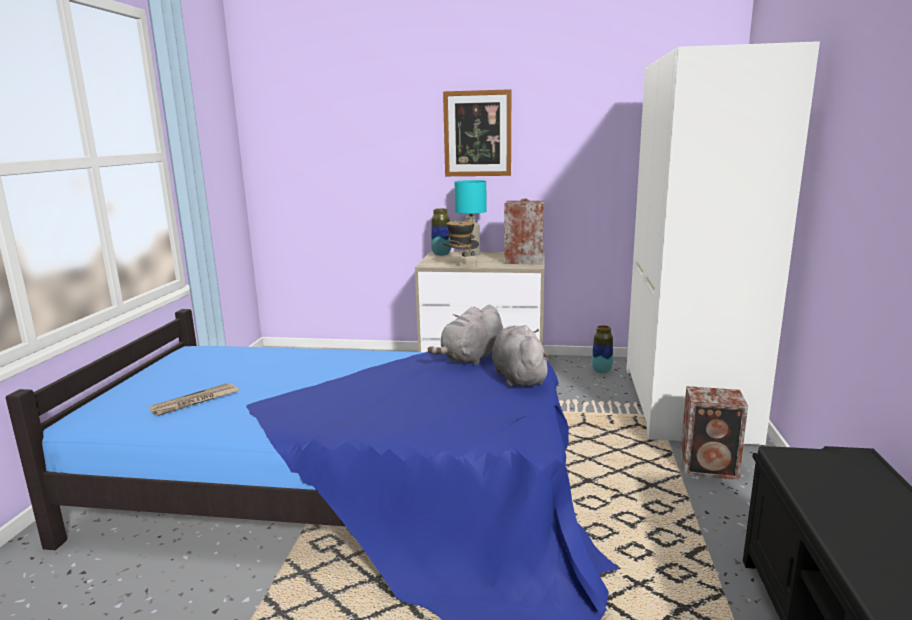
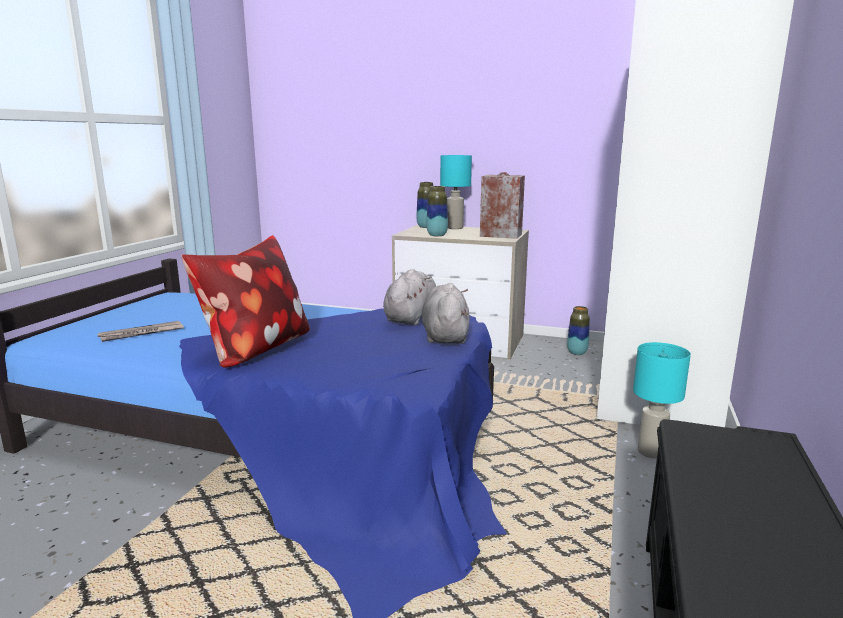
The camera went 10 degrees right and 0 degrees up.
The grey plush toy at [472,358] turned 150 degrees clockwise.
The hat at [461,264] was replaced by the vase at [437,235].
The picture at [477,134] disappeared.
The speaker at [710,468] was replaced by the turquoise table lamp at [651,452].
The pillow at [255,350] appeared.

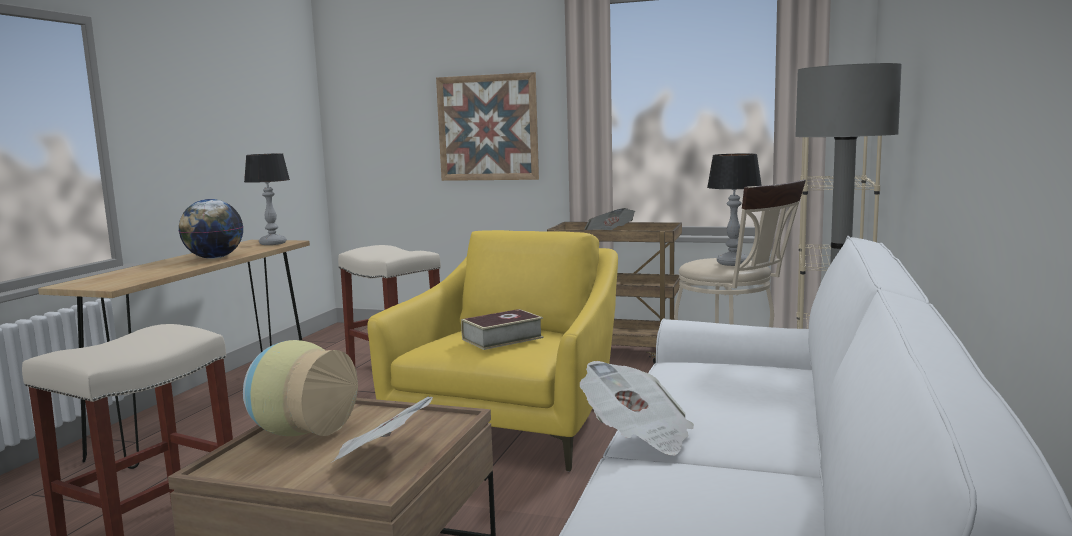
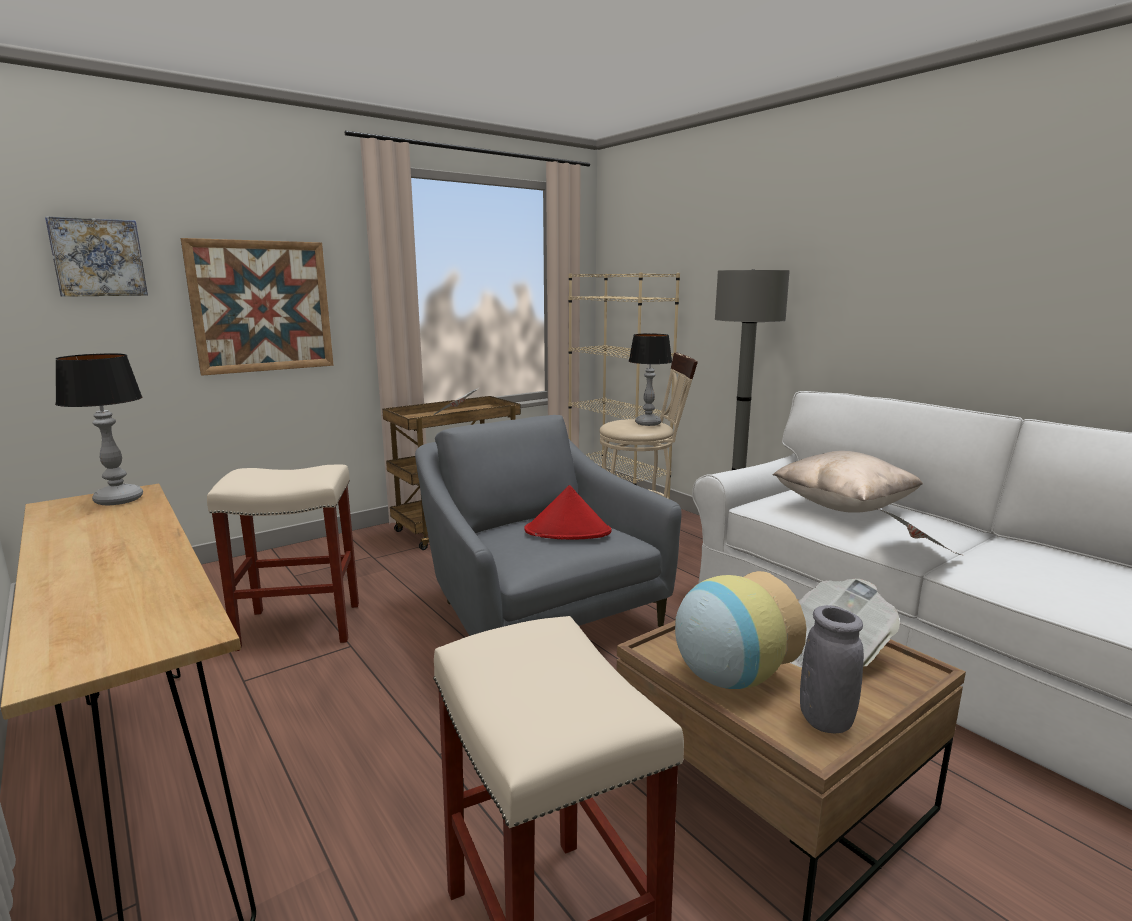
The camera went 55 degrees left and 5 degrees up.
The globe at [214,258] disappeared.
The yellow armchair at [514,423] became the grey armchair at [536,615].
The book at [502,338] was replaced by the red hat at [568,531].
The picture at [98,258] appeared.
The beige pillow at [843,506] appeared.
The grey vase at [825,720] appeared.

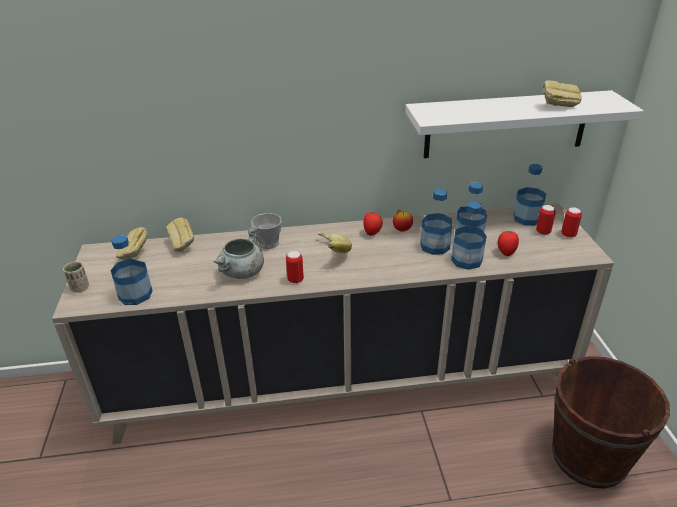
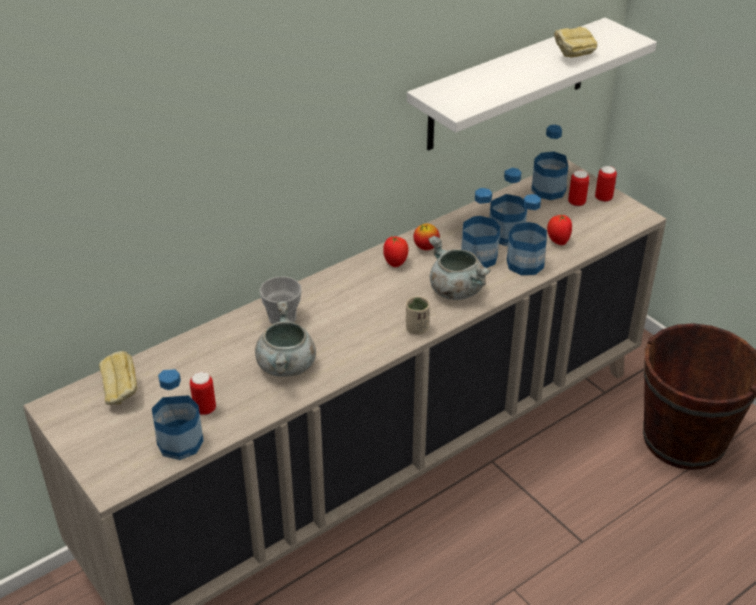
The camera went 30 degrees left and 5 degrees up.
The beige cup moved from [80,288] to [417,329].
The bread at [182,245] disappeared.
The can moved from [295,280] to [205,409].
The banana at [330,253] disappeared.
The grey cooking pot at [455,290] appeared.

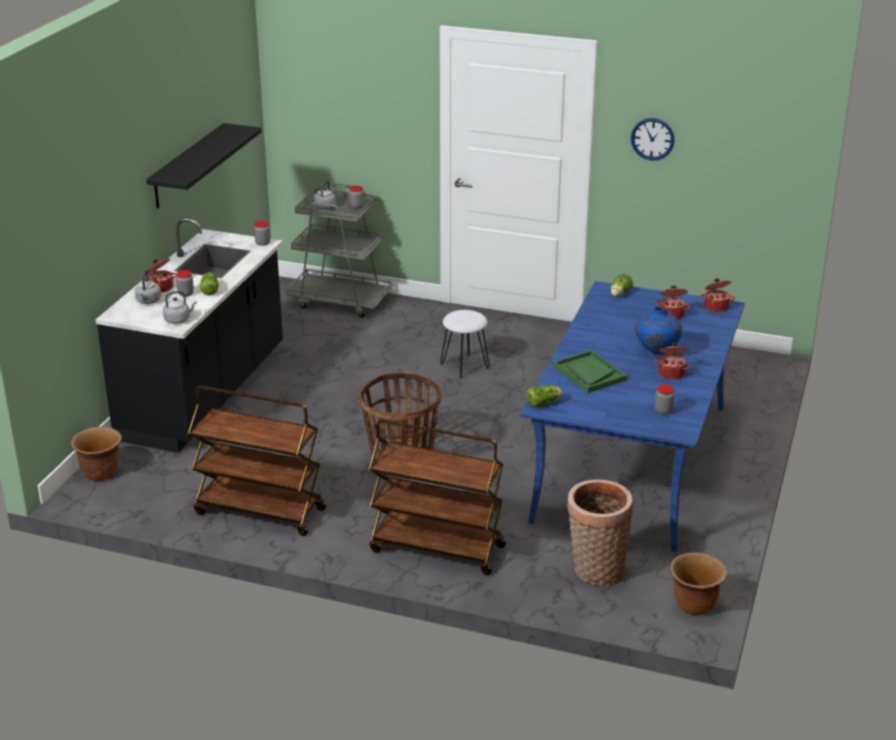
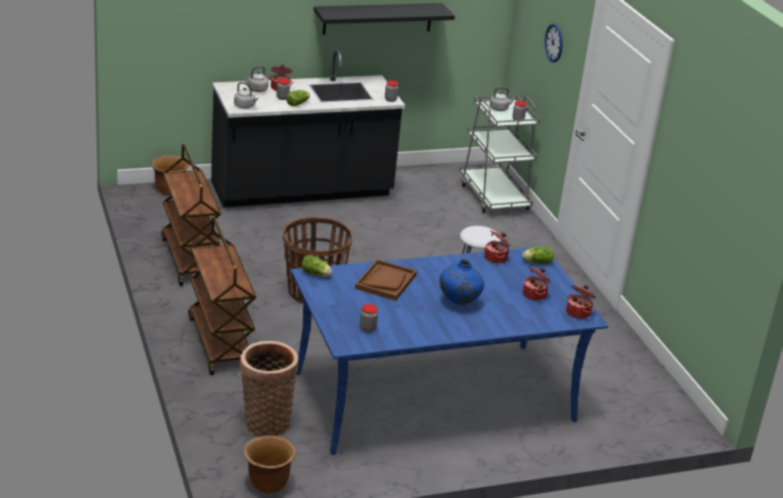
The camera went 50 degrees right and 0 degrees up.
The green tray at [589,373] became the brown tray at [385,281].
The wall clock moved from [652,139] to [554,43].
The cooking pot moved from [672,373] to [496,258].

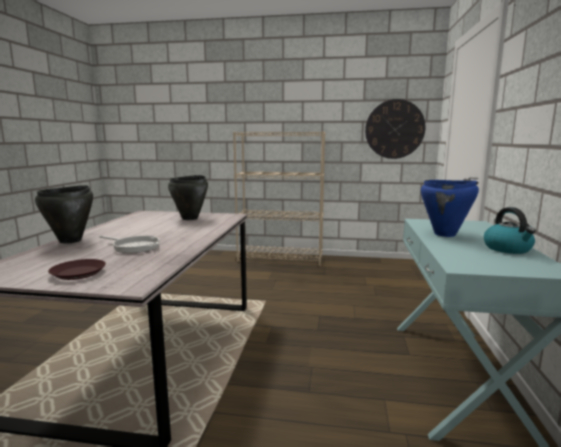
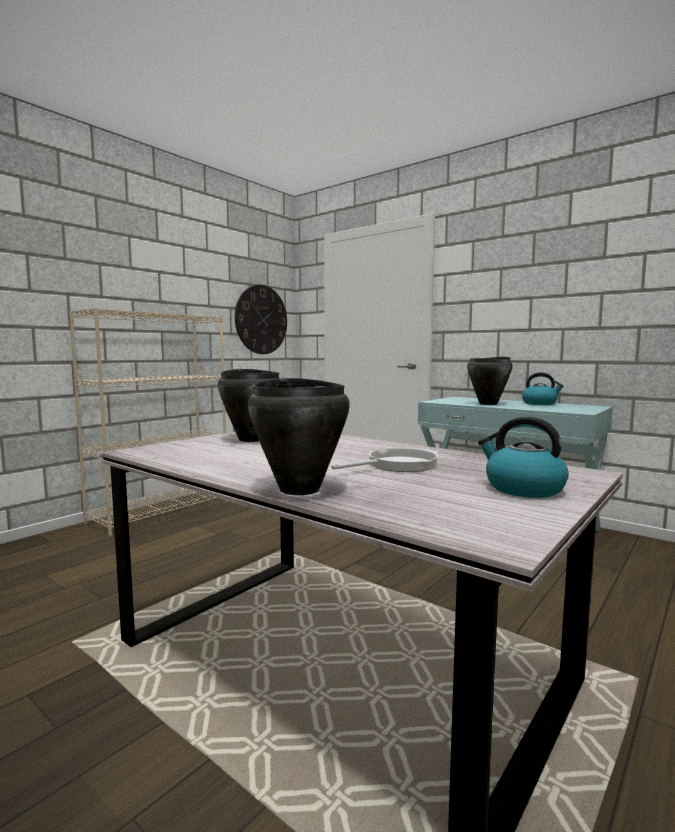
The camera went 60 degrees left and 5 degrees down.
The brown plate at [78,273] was replaced by the kettle at [523,489].
The blue cooking pot at [445,234] became the black cooking pot at [488,404].

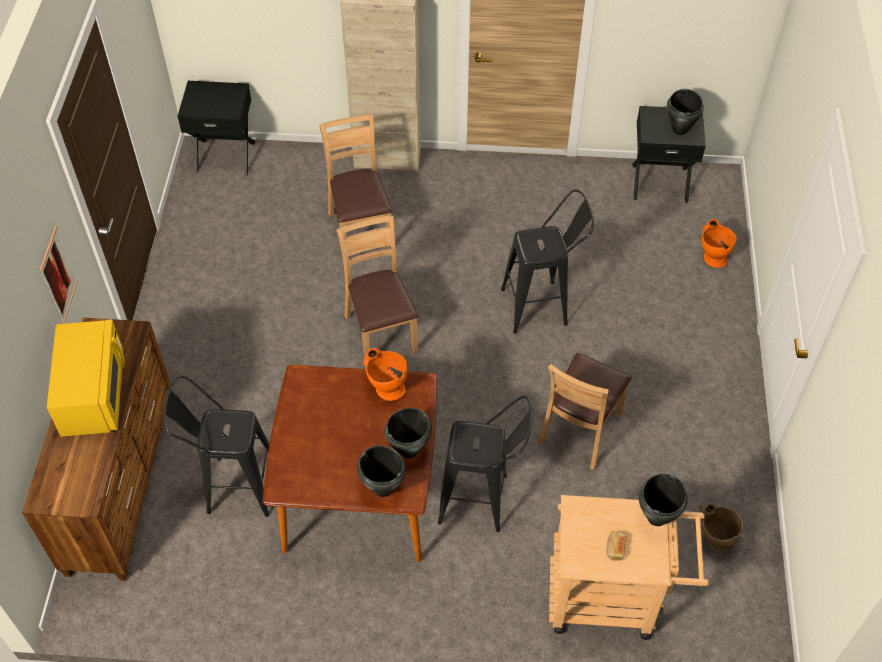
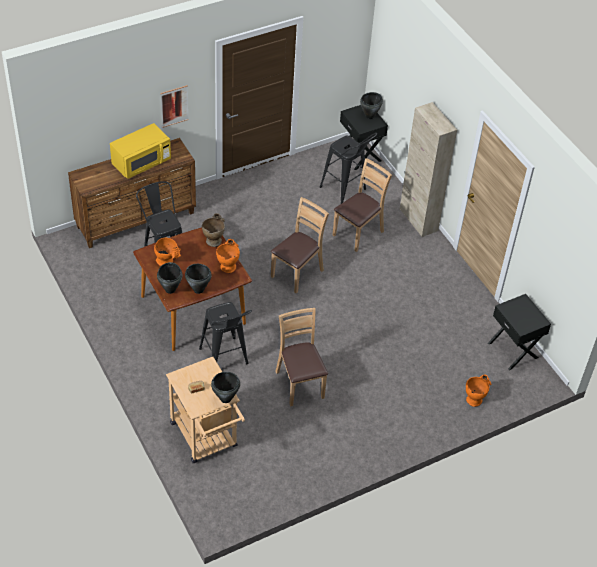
The camera went 55 degrees right and 5 degrees down.
The black stool moved from [542,306] to [346,191].
The brown chair at [580,430] turned 75 degrees clockwise.
The black cooking pot moved from [680,130] to [370,116].
The beige vase moved from [713,539] to [214,239].
The orange vase at [167,262] appeared.

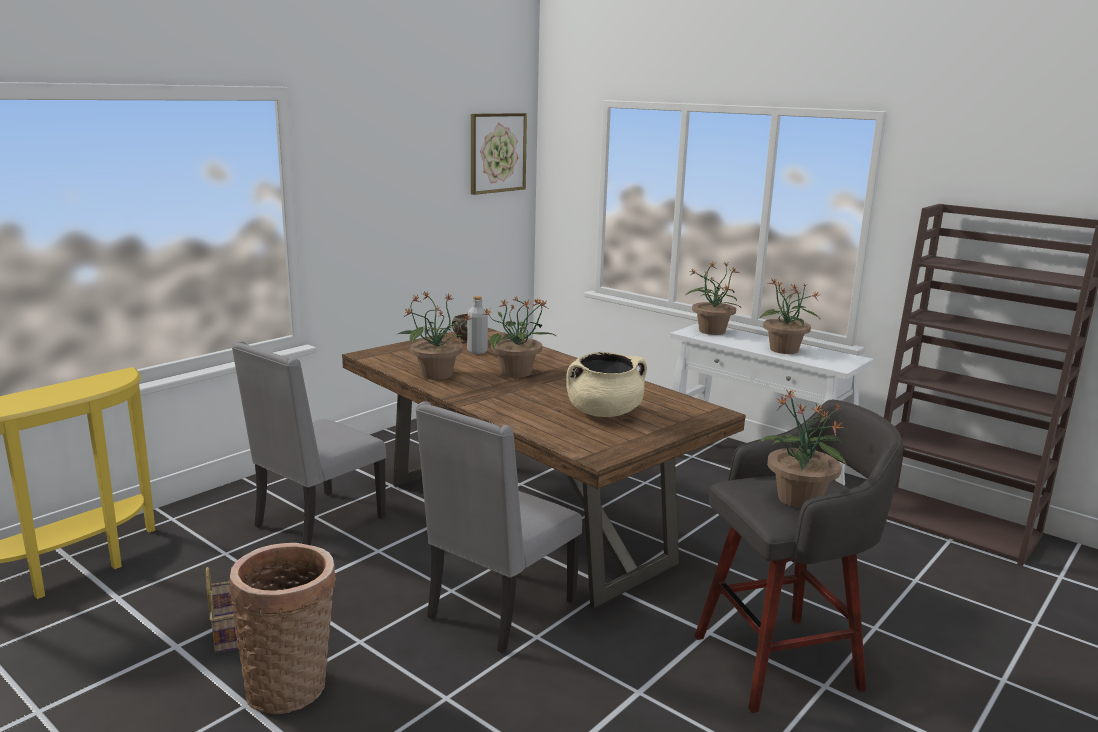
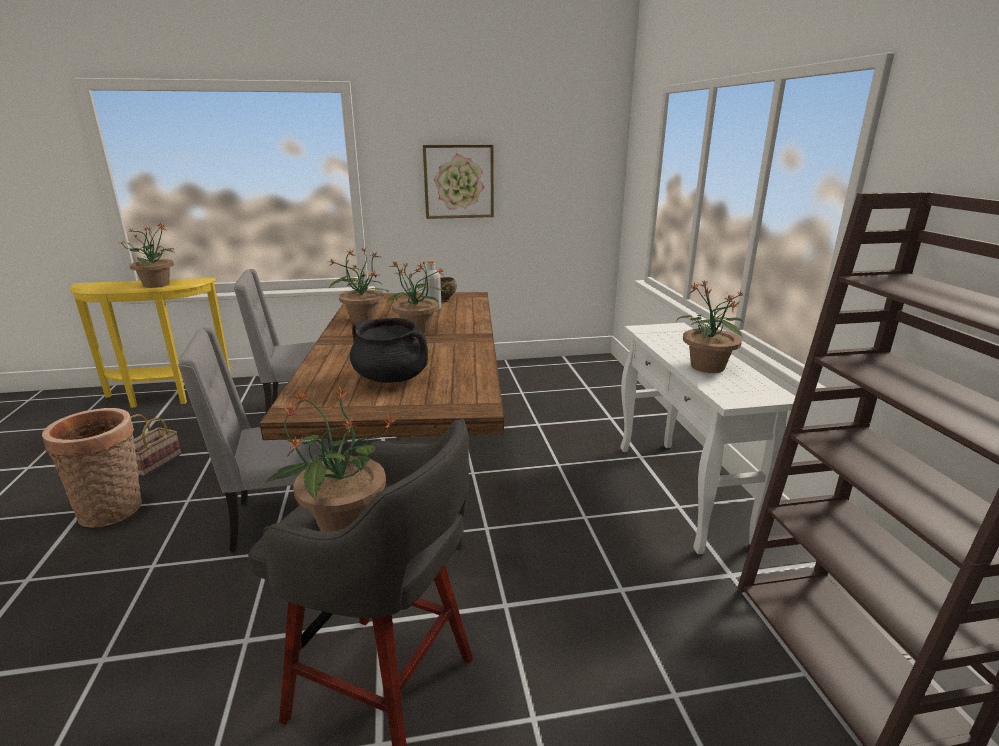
The camera went 40 degrees right and 5 degrees up.
The picture moved from [497,153] to [459,181].
The beige cooking pot at [604,413] became the black cooking pot at [392,378].
The potted plant moved from [711,331] to [157,284].

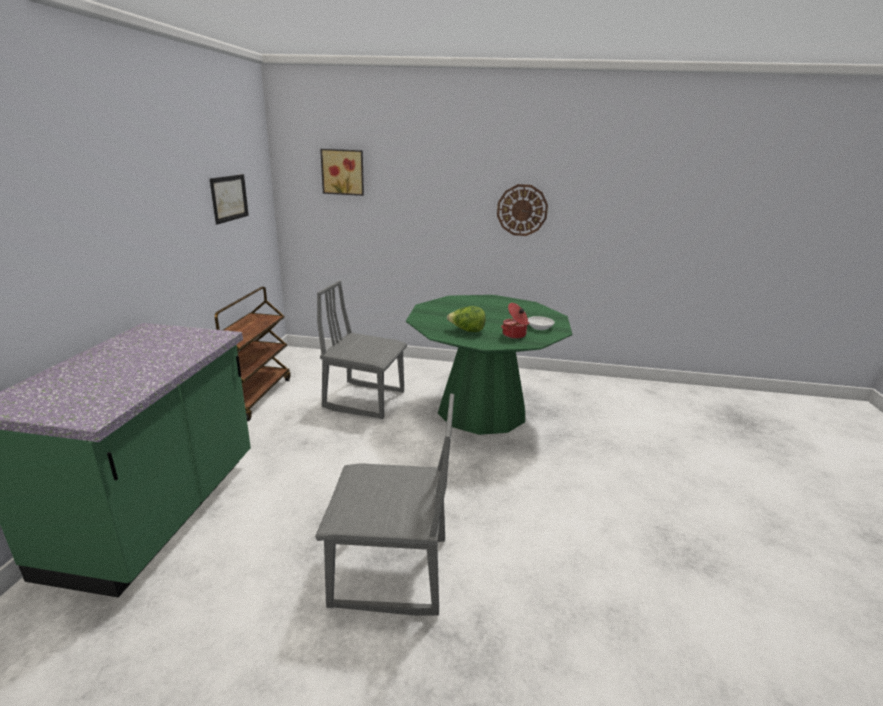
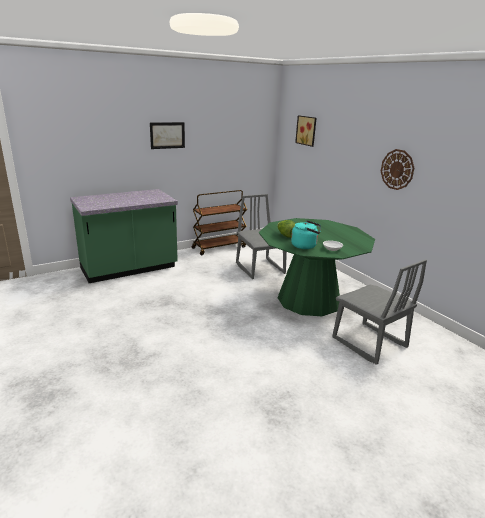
The camera went 50 degrees right and 0 degrees up.
The picture moved from [229,198] to [167,135].
The grey chair moved from [390,573] to [368,343].
The cooking pot at [514,335] was replaced by the turquoise kettle at [305,246].

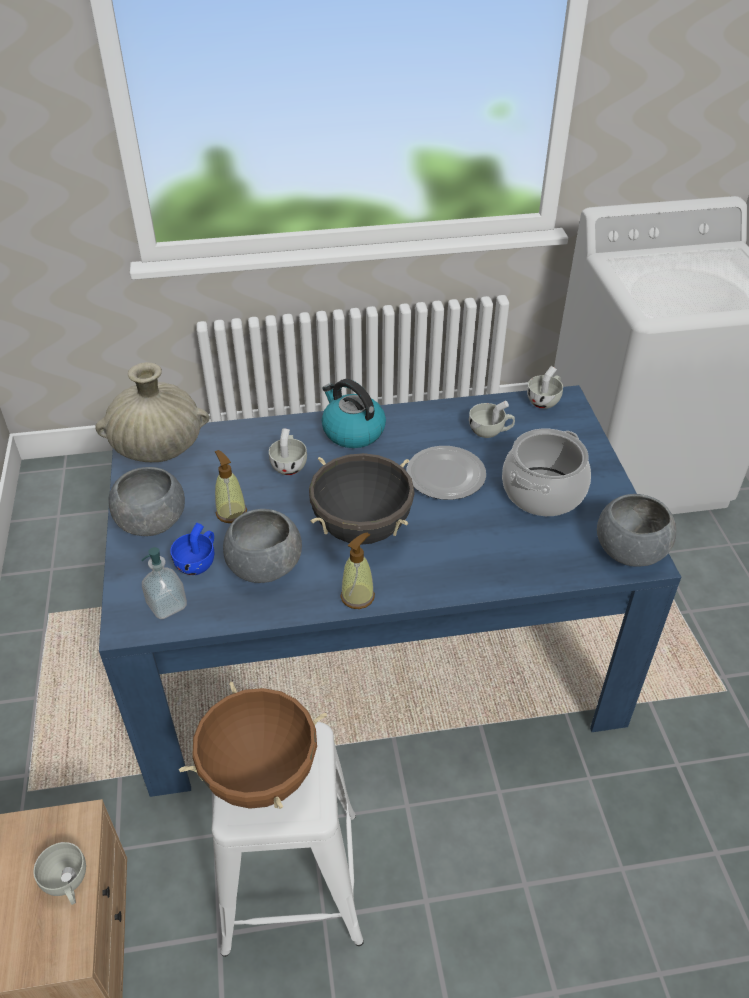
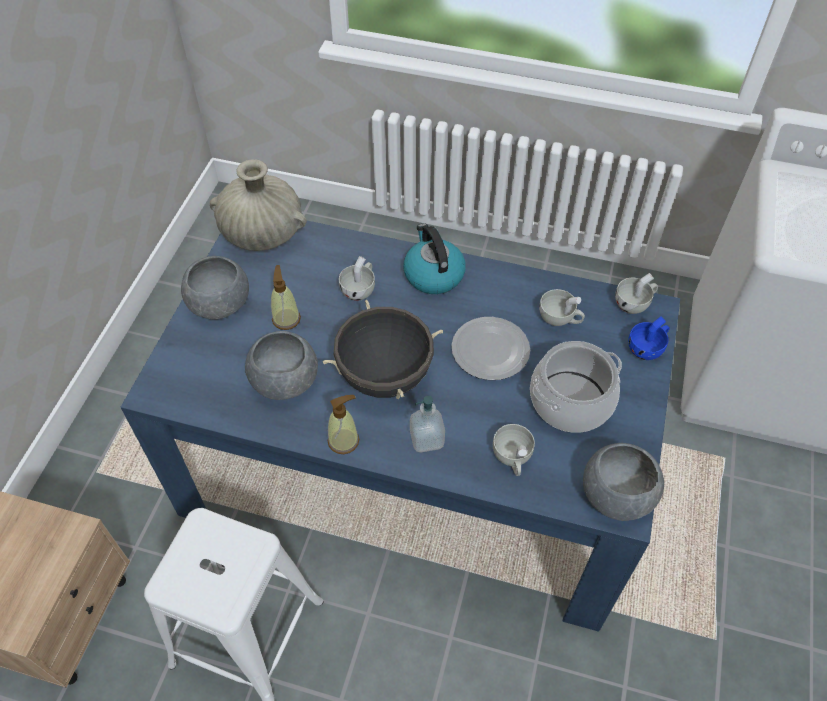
The camera went 25 degrees right and 10 degrees up.
The white cup moved from [67,883] to [512,458].
The soap dispenser moved from [167,605] to [427,439].
The blue cup moved from [198,562] to [647,348].
The brown cooking pot at [260,775] disappeared.

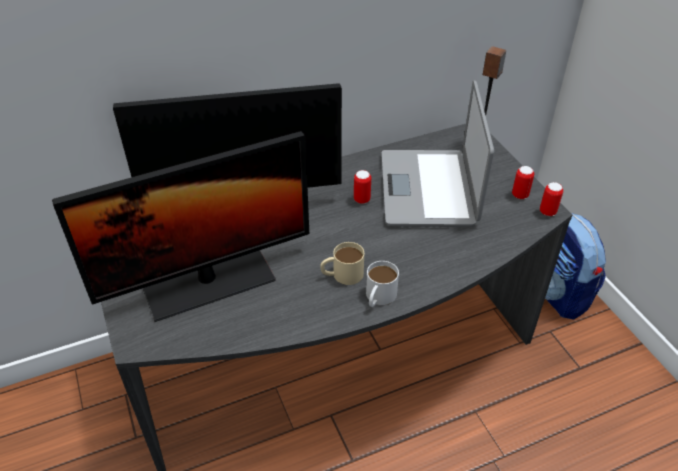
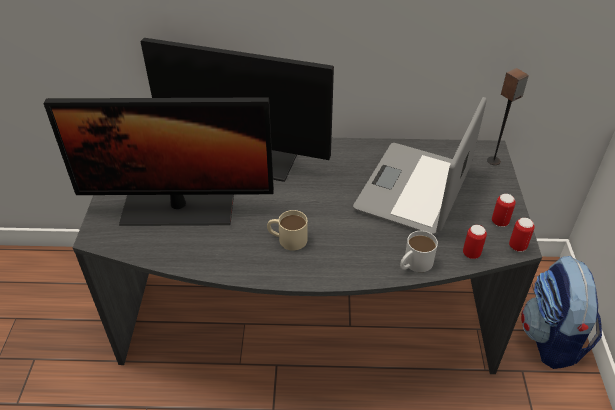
The camera went 25 degrees right and 0 degrees up.
The can moved from [362,199] to [471,253].
The white mug moved from [378,297] to [414,264].

